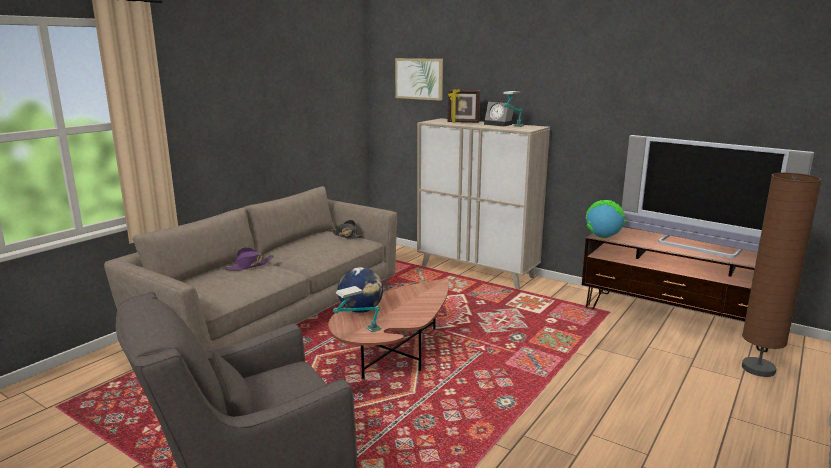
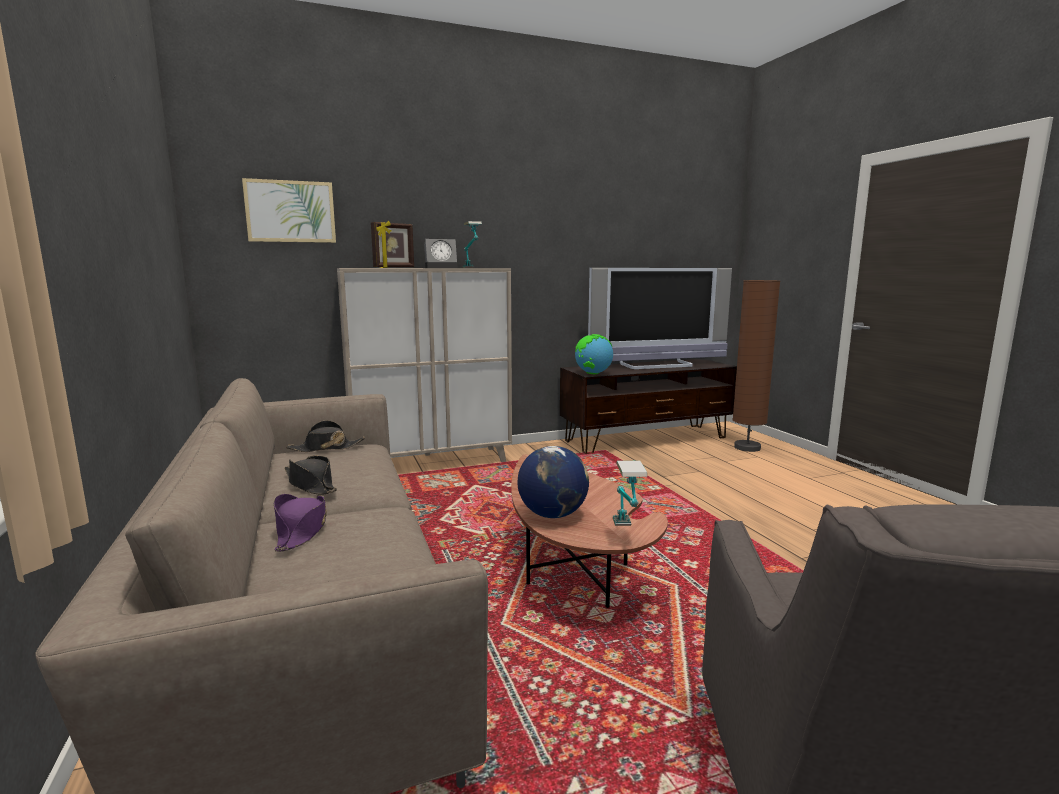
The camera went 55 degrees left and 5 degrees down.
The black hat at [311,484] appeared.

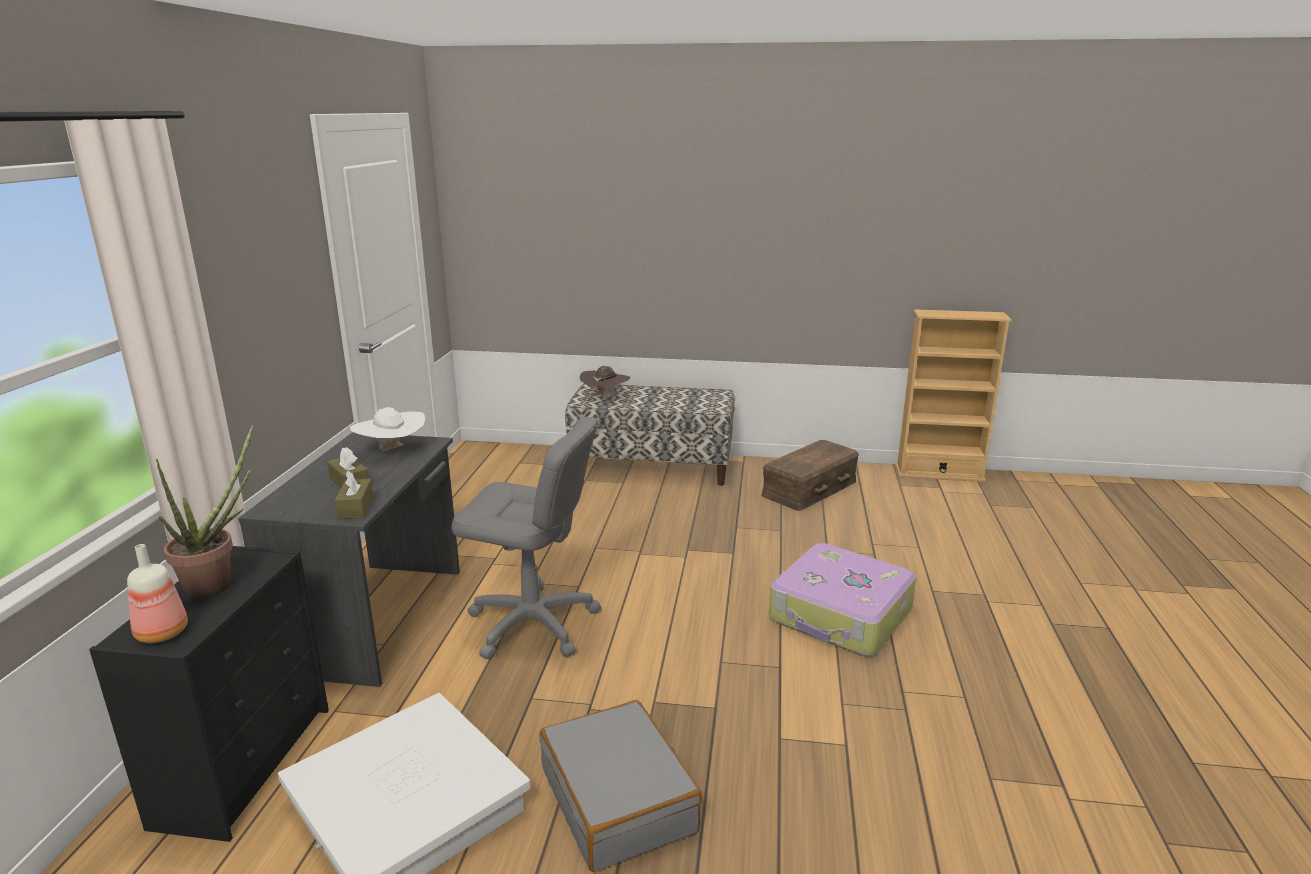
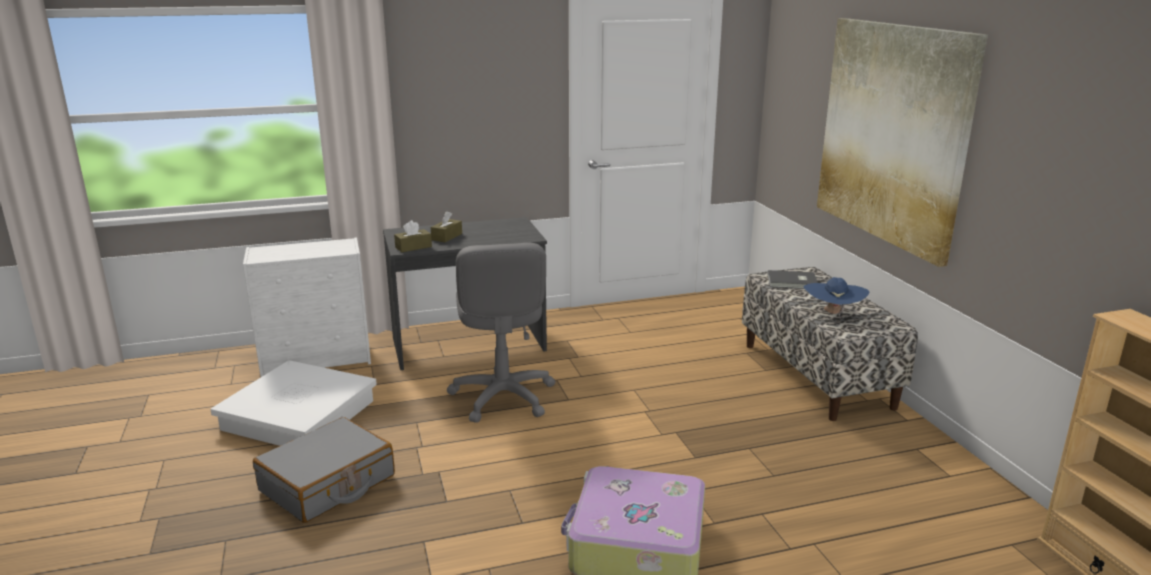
The camera went 65 degrees right and 0 degrees up.
The black dresser at [246,763] became the white dresser at [318,359].
The bottle at [160,634] disappeared.
The potted plant at [218,583] disappeared.
The white hat at [392,451] disappeared.
The brown hat at [605,397] was replaced by the grey book at [793,282].
The brown storage box at [808,488] disappeared.
The blue hat at [833,313] appeared.
The picture at [893,134] appeared.

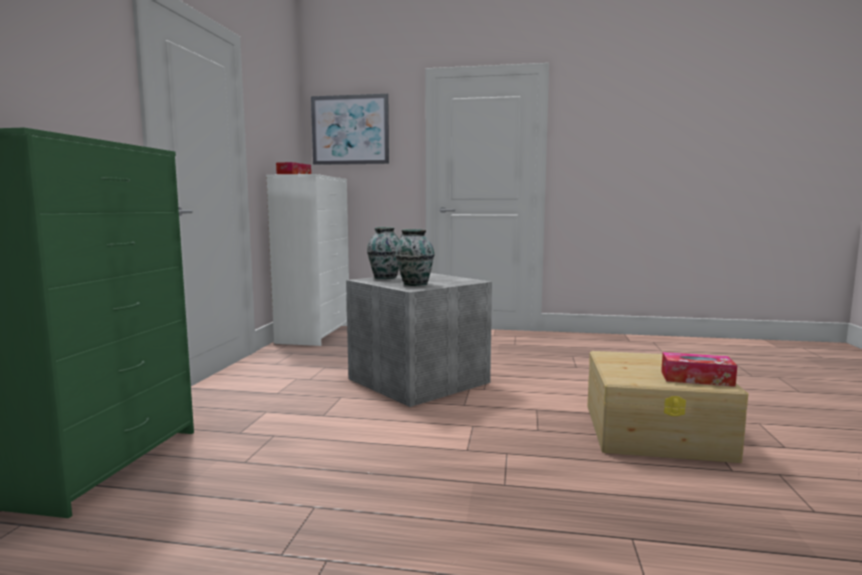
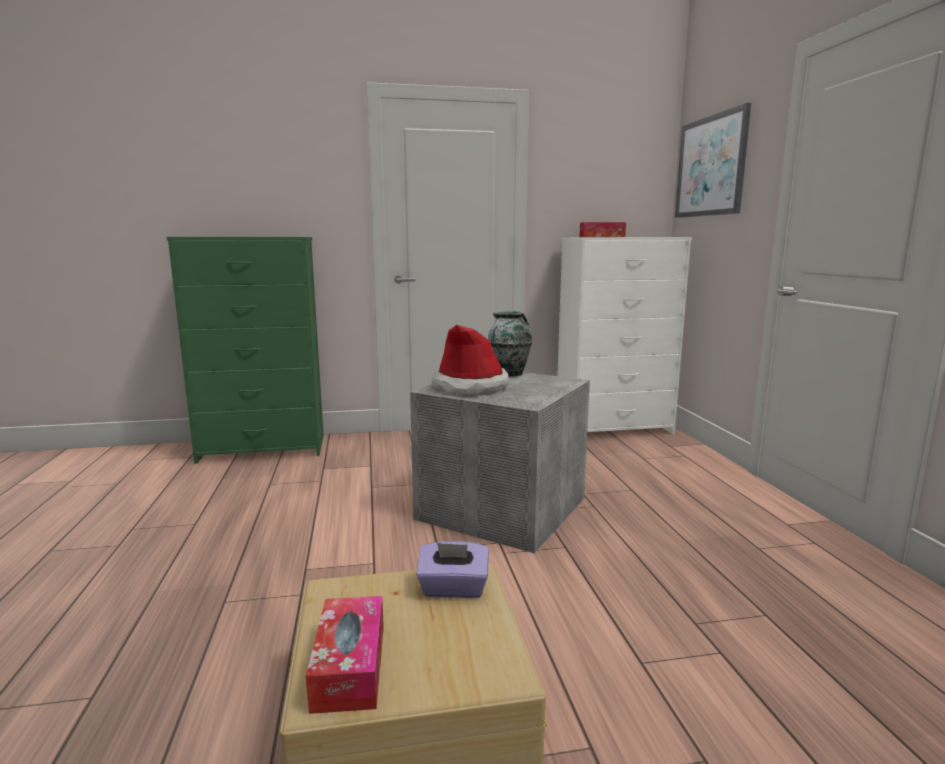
The camera went 70 degrees right and 5 degrees up.
The vase at [414,284] was replaced by the hat at [470,387].
The purple tissue box at [453,589] appeared.

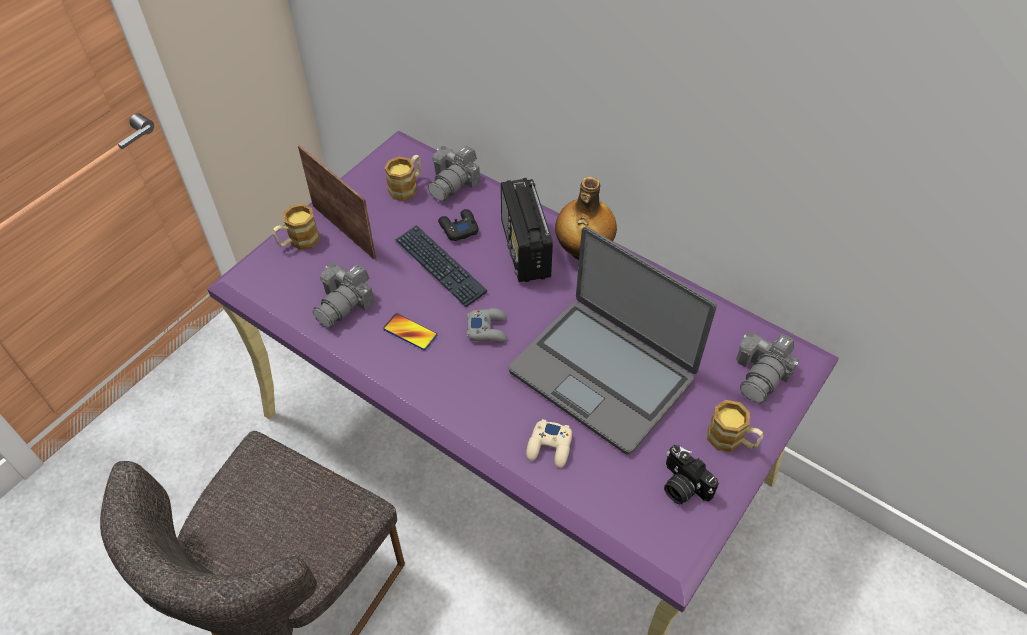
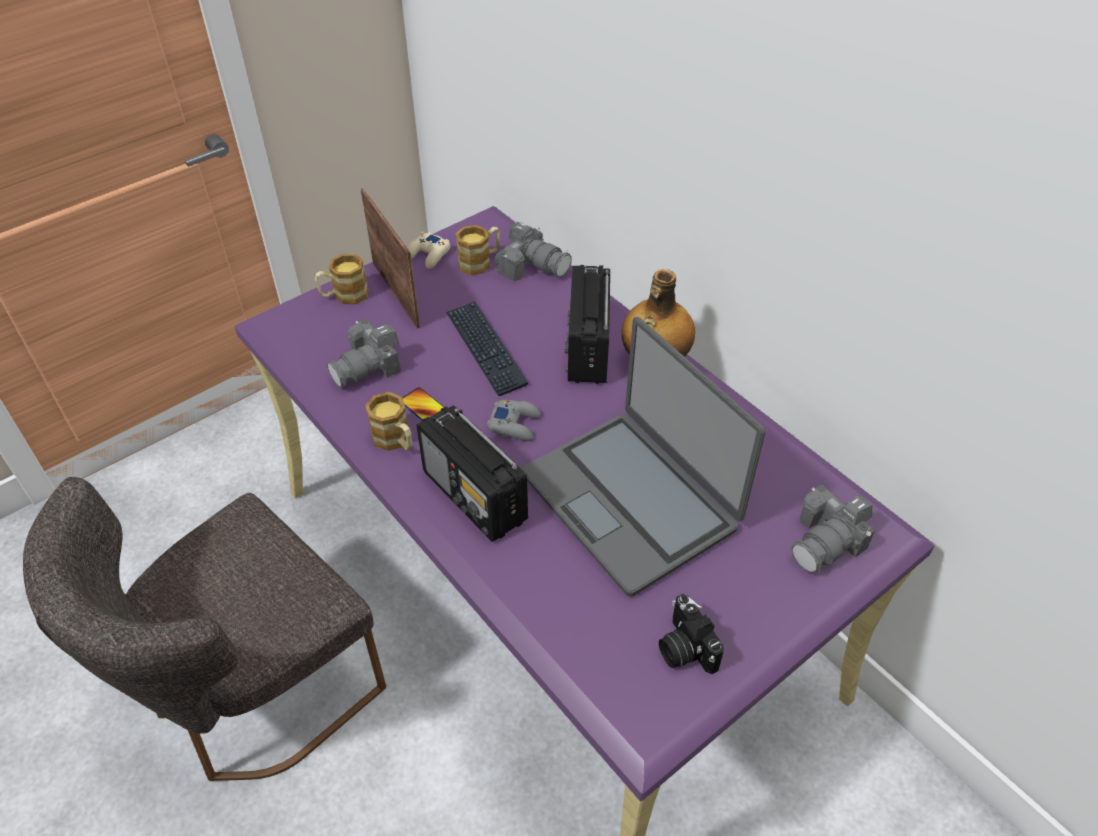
The camera went 15 degrees right and 5 degrees down.
The photo camera at [453,182] turned 105 degrees counterclockwise.
The black game controller at [458,228] disappeared.
The beige game controller moved from [550,447] to [428,255].
The mug moved from [731,440] to [396,441].
The radio at [475,497] appeared.

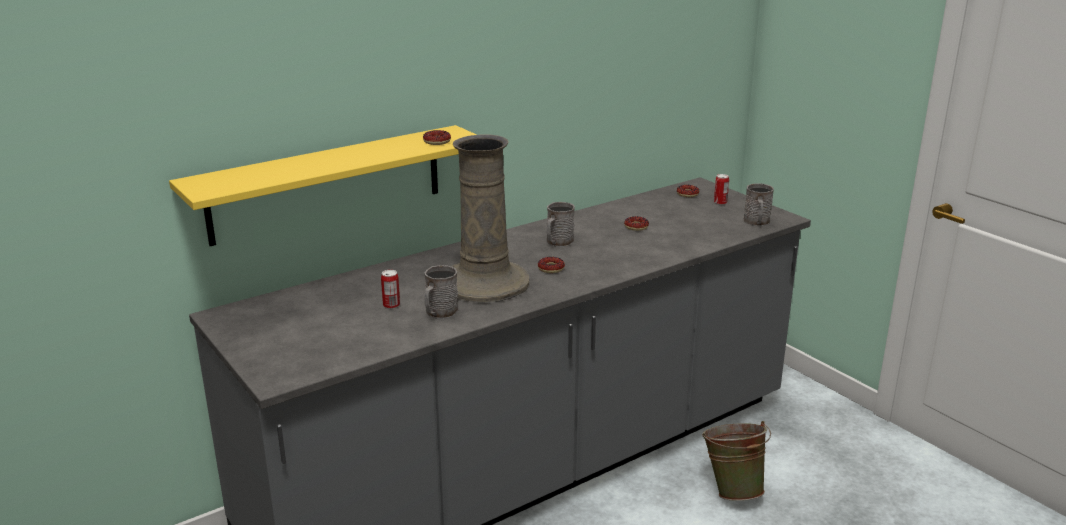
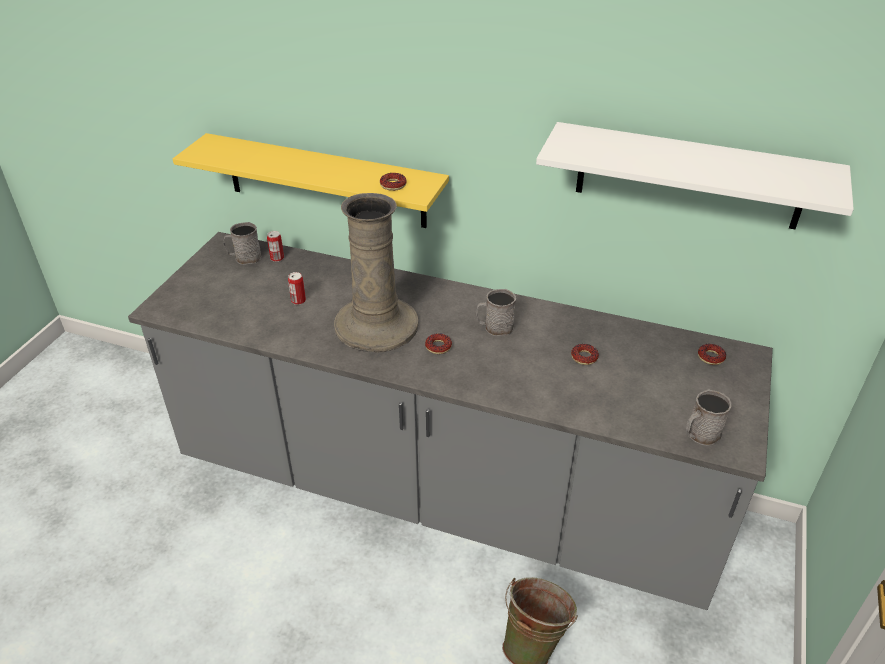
The camera went 55 degrees right and 15 degrees up.
The grey mug moved from [439,313] to [244,258].
The can moved from [720,202] to [277,258].
The white shelf at [689,176] appeared.

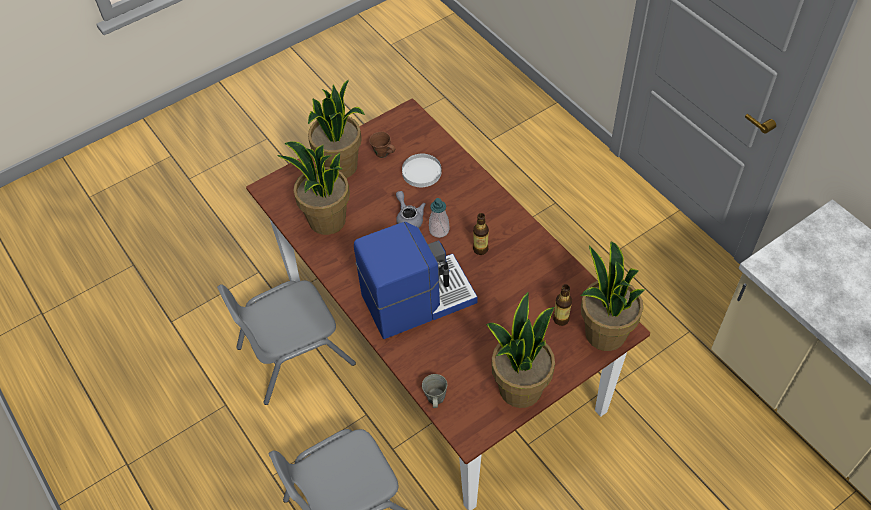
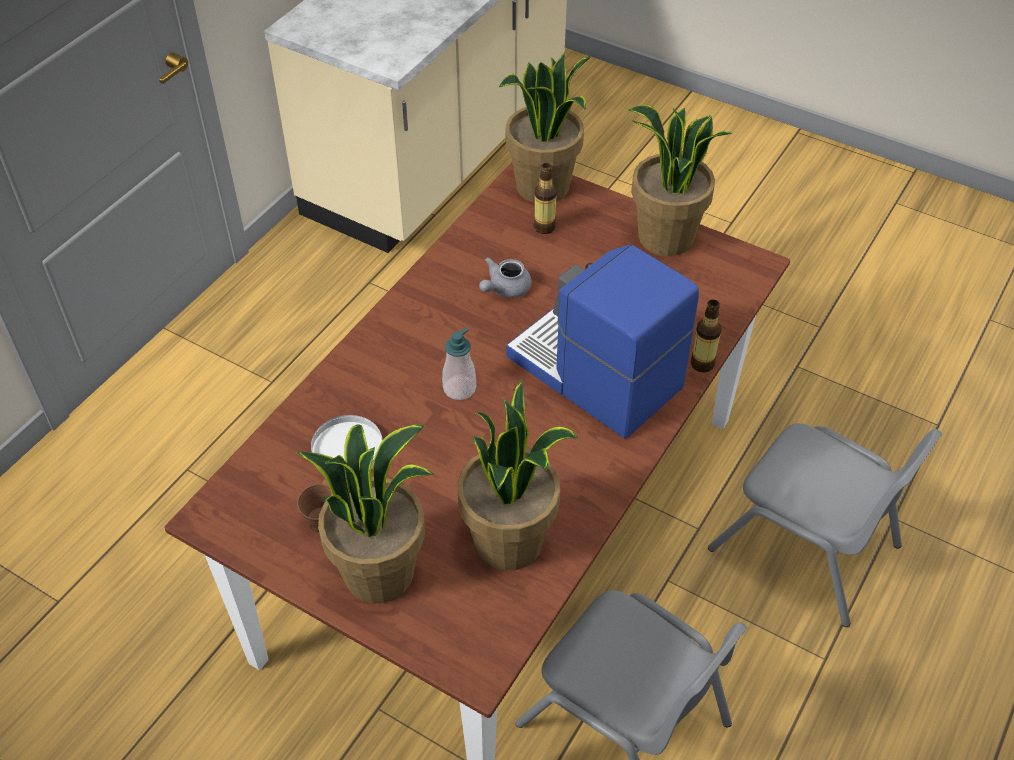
The camera went 115 degrees left and 5 degrees down.
The grey teapot moved from [408,218] to [504,289].
The grey mug at [435,398] disappeared.
The bottle moved from [480,249] to [702,364].

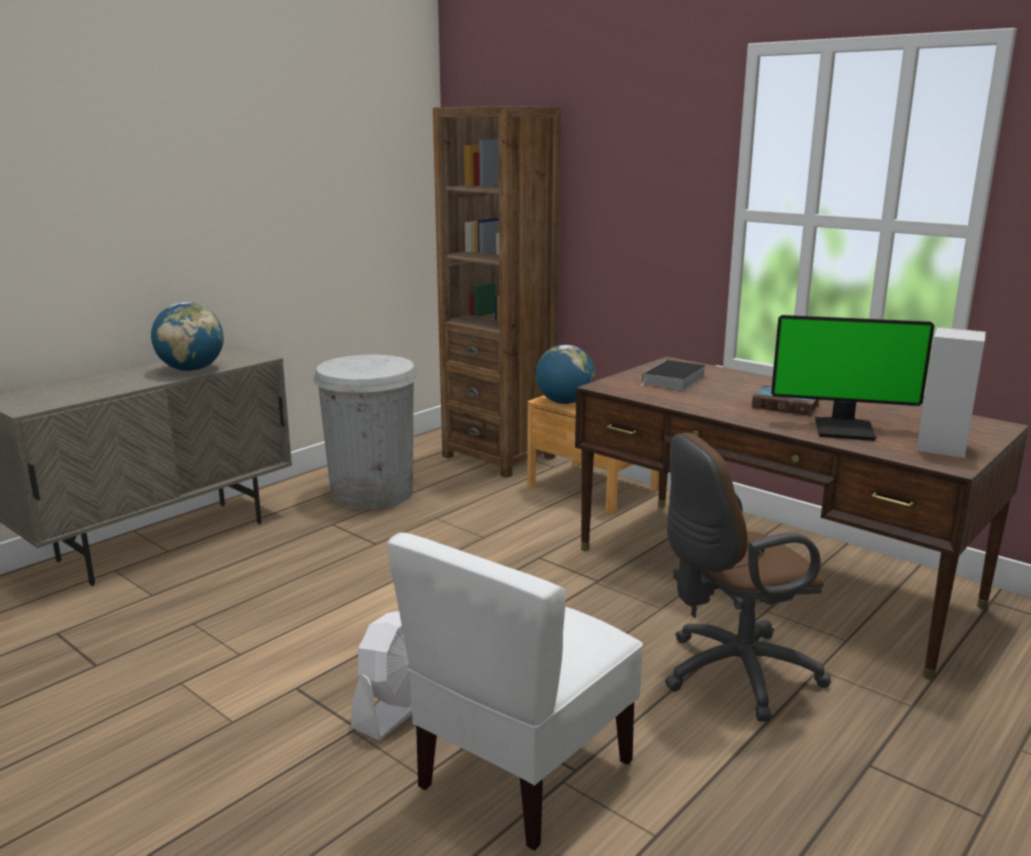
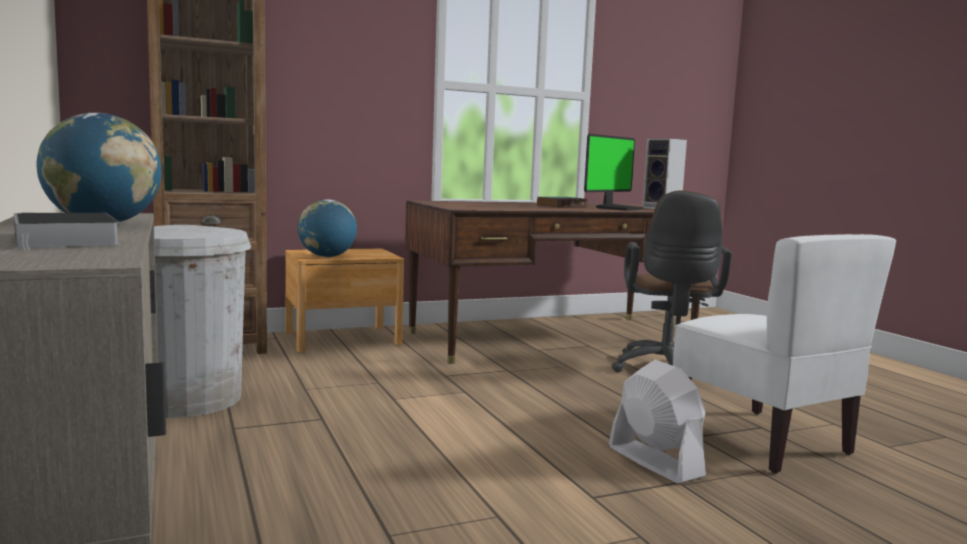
The camera went 65 degrees left and 10 degrees down.
The book moved from [673,380] to [67,240].

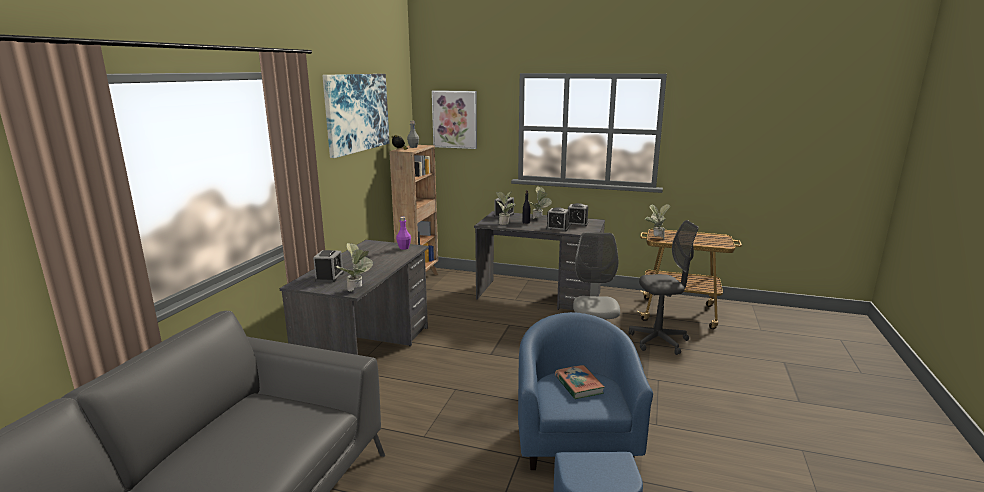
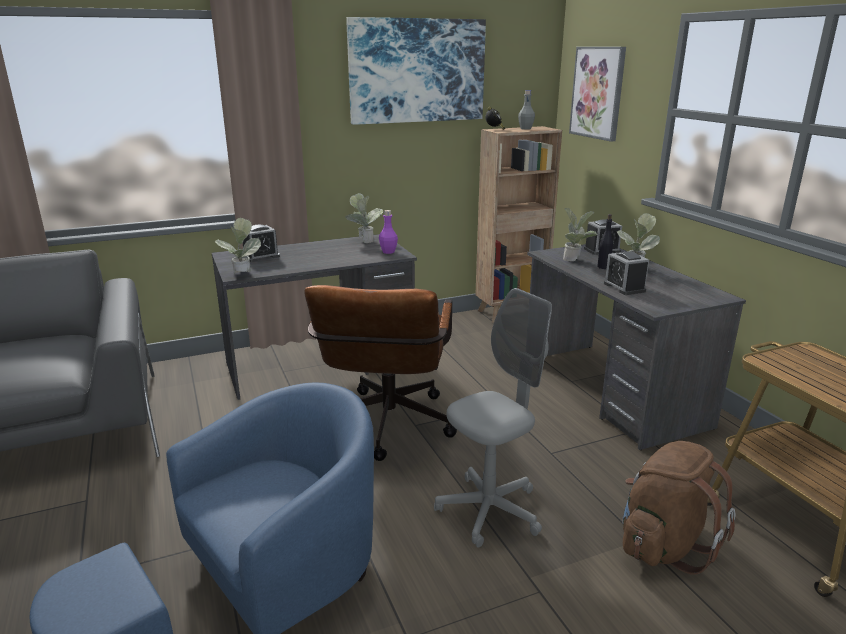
The camera went 50 degrees right and 5 degrees up.
The book at [578,385] disappeared.
The alarm clock at [577,223] disappeared.
The grey office chair at [658,341] was replaced by the brown backpack at [663,545].
The potted plant moved from [655,238] to [364,240].
The brown office chair at [387,429] appeared.

